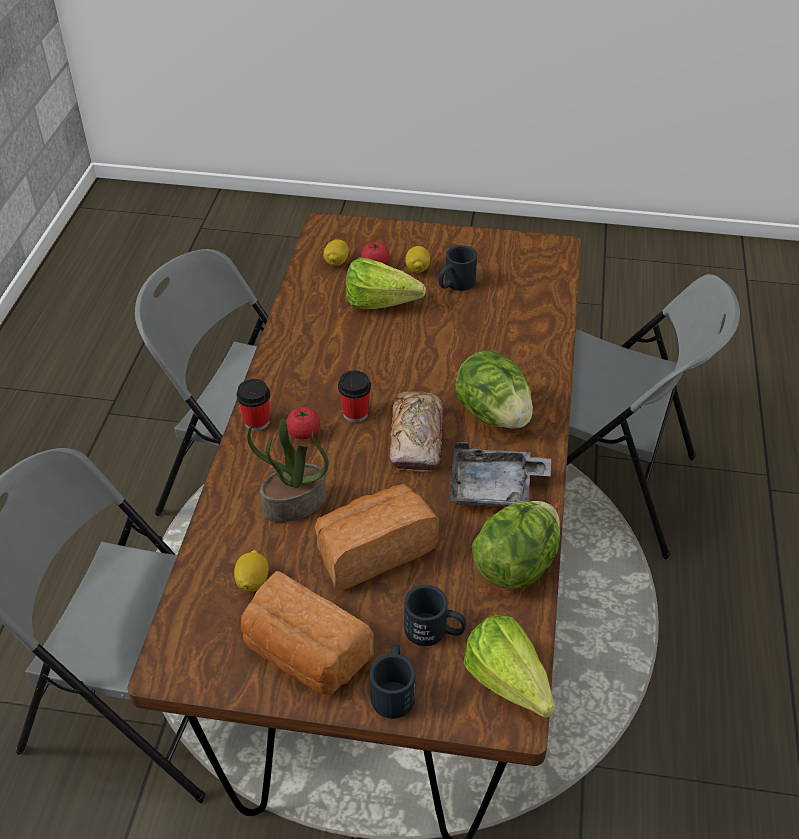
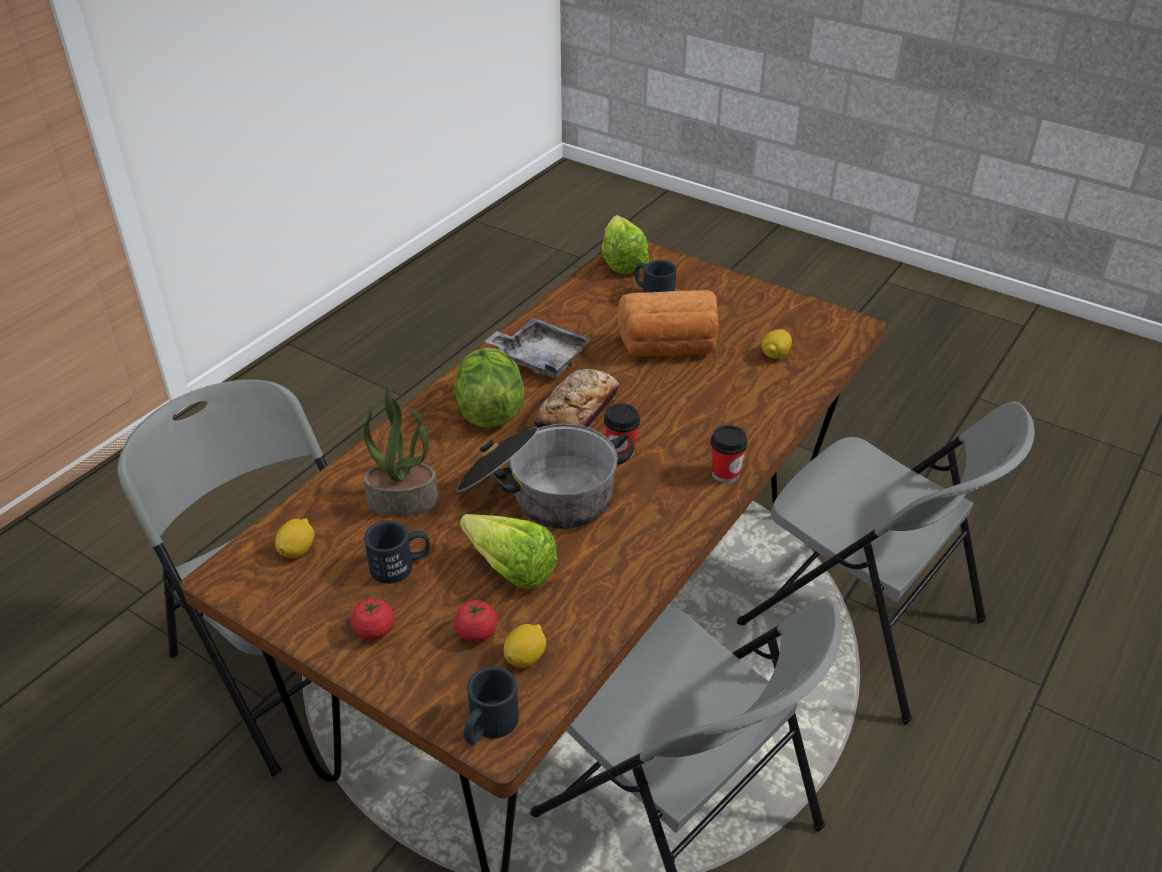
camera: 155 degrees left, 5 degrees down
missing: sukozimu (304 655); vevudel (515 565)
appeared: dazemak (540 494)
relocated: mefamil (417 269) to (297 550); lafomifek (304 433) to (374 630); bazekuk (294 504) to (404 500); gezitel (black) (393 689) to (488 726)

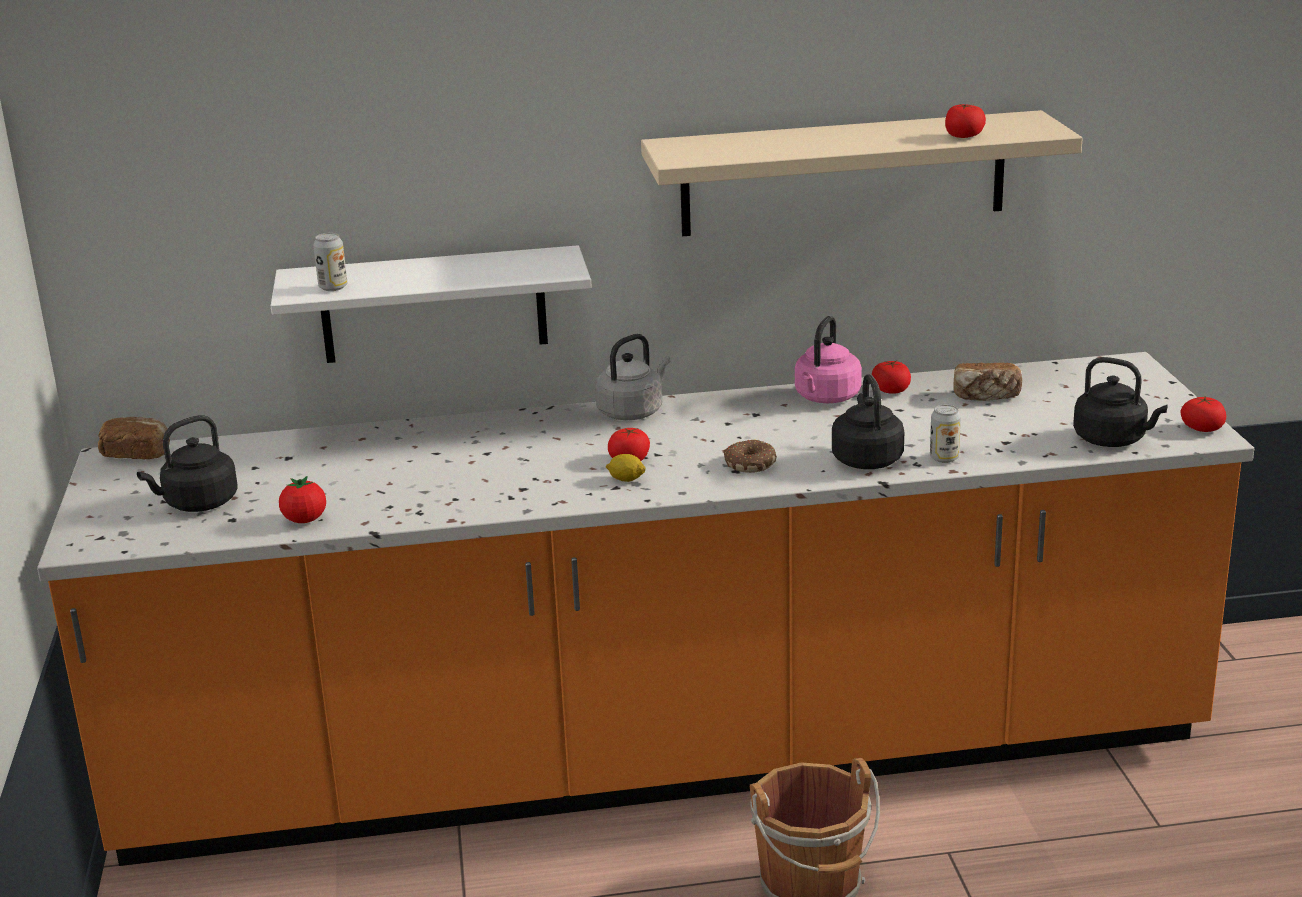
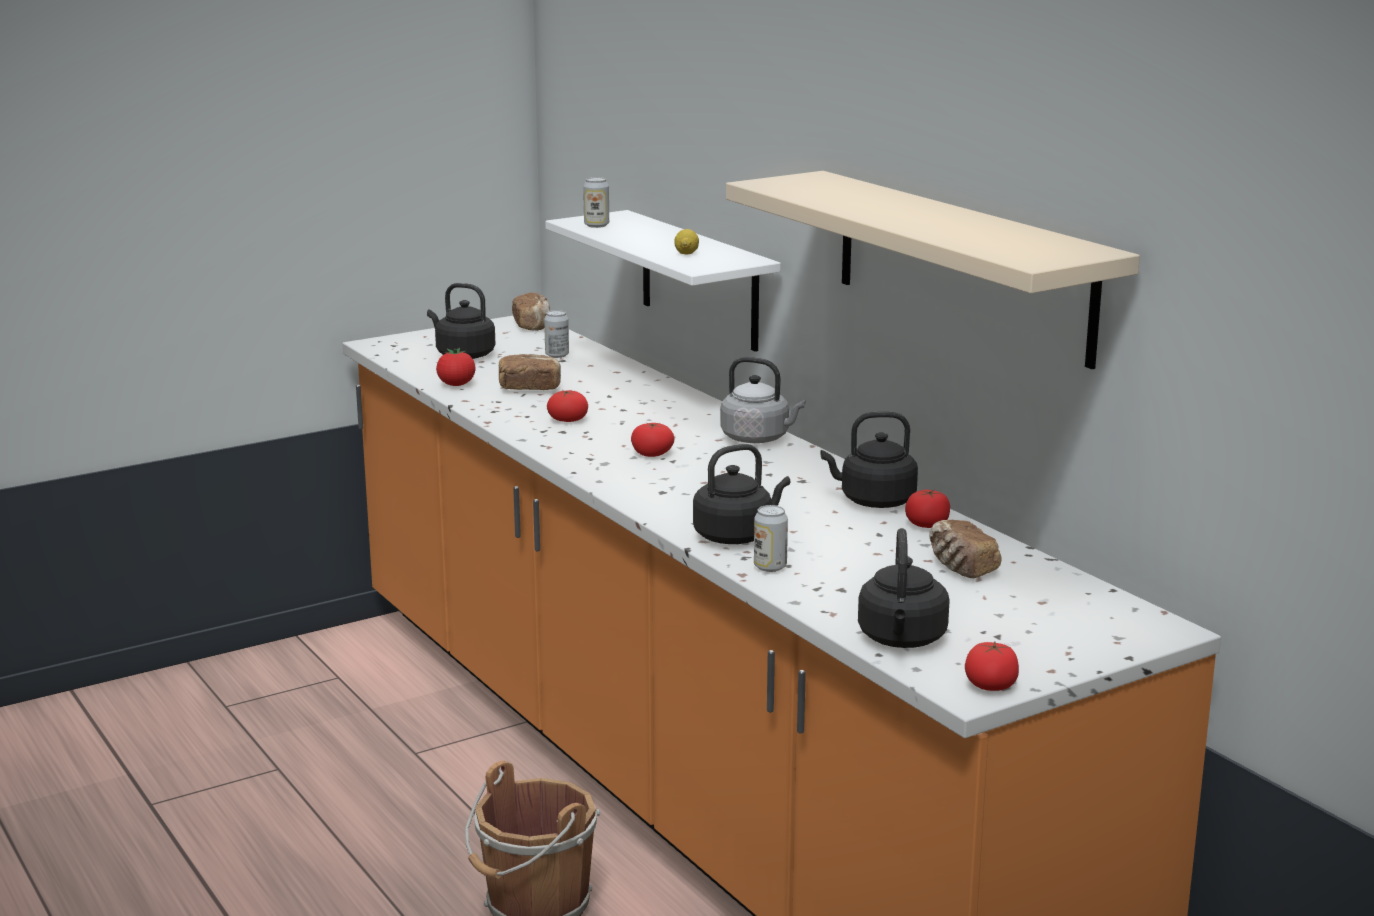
camera: 65 degrees right, 5 degrees down
missing: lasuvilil (749 464)
appeared: sukozimu (529 388); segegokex (557 355)
relocated: lafomifek (964 136) to (567 420); mefamil (626 479) to (686 253)
colour: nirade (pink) (826 398) to nirade (black) (873 501)

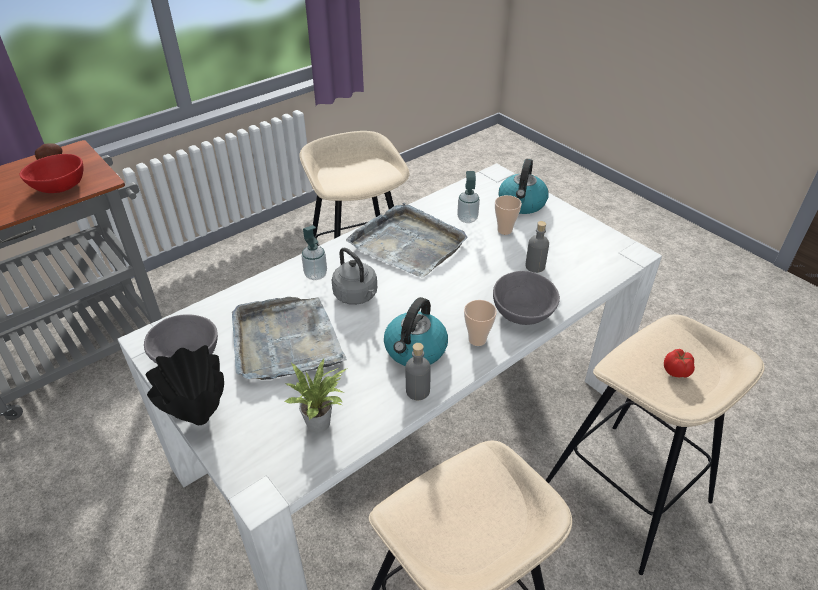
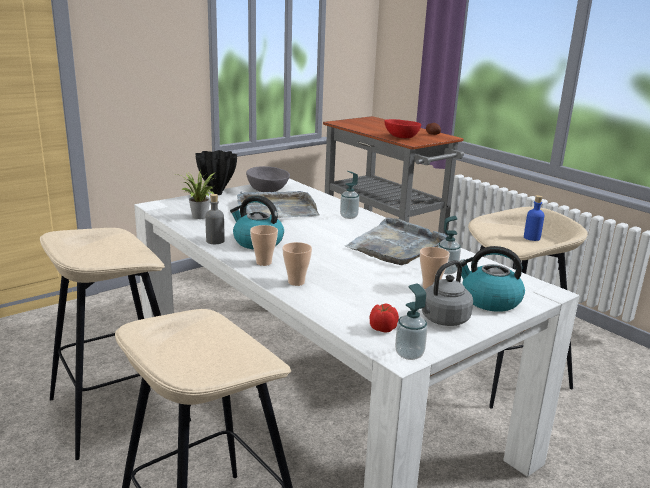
camera: 90 degrees right, 20 degrees down
missing: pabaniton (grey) (535 266)
appeared: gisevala (409 354); pabaniton (blue) (531 238)
relocated: lafomifek (676 371) to (382 328); nirade (grey) (357 296) to (443 320)
exchanged: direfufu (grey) (521 312) to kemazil (296 282)

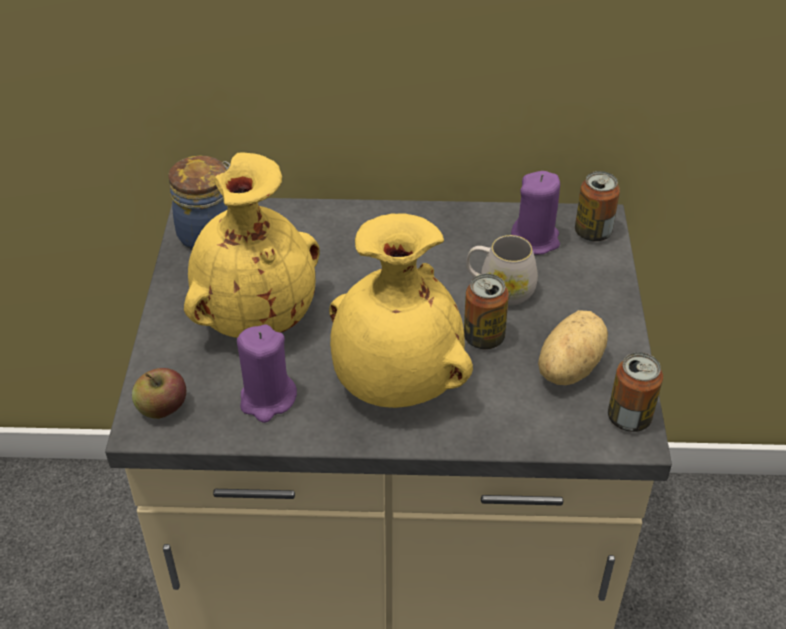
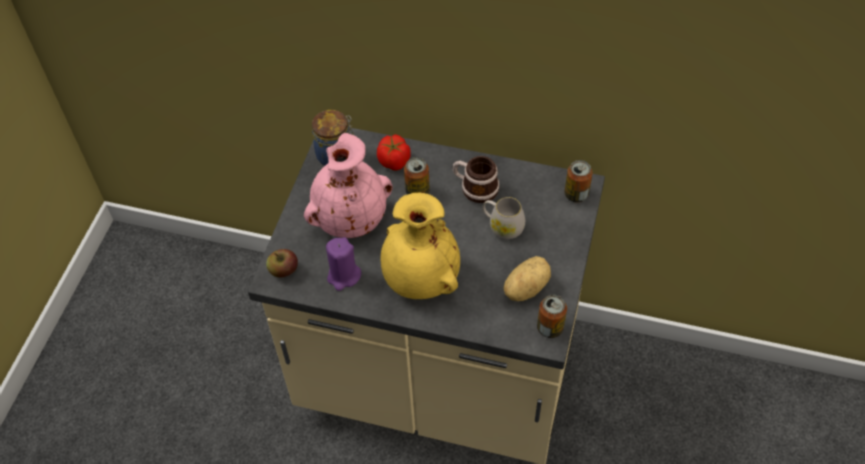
camera: 15 degrees right, 10 degrees up
missing: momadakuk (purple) (535 240)
appeared: lafomifek (394 161); gezitel (475 187)
relocated: segegokex (483 337) to (417 191)
colour: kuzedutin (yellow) (255 316) to kuzedutin (pink) (350 218)

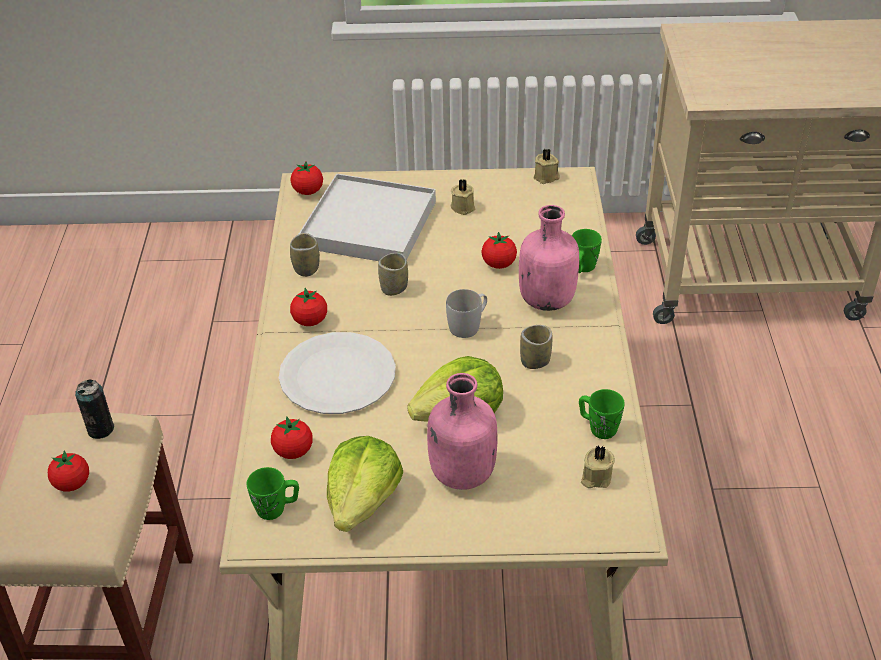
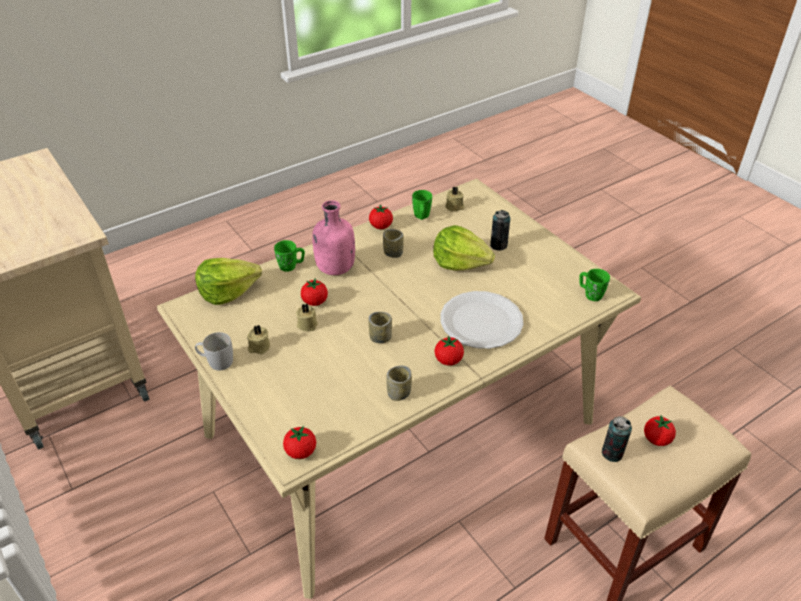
camera: 125 degrees left, 0 degrees up
missing: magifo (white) (369 225)
relocated: vevudel (363 501) to (227 291); gezitel (white) (469 325) to (216 361); momadakuk (beige) (546 177) to (307 324); lafomifek (293 451) to (381 226)
exchanged: pabaniton (pink) (461 474) to segegokex (498 245)

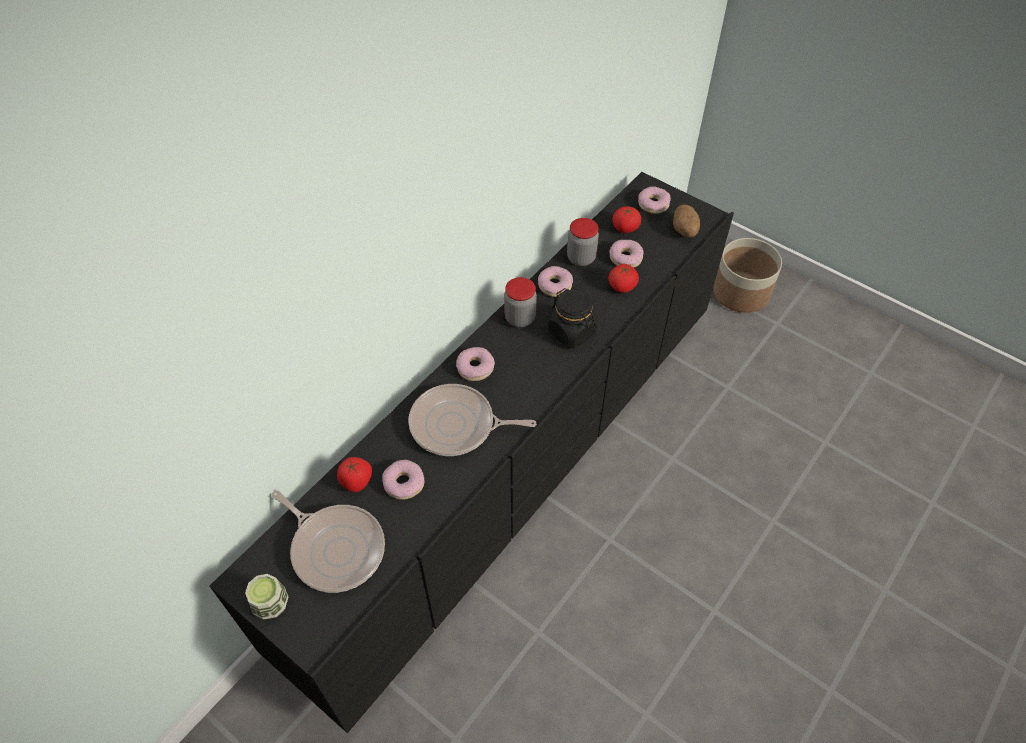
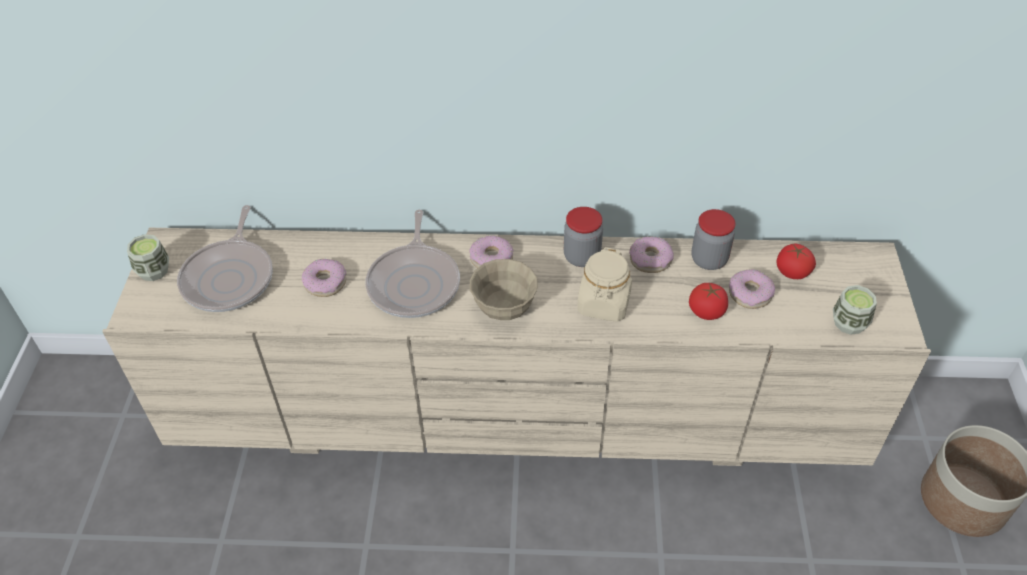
camera: 55 degrees right, 5 degrees down
missing: lafomifek (357 482); lasuvilil (653 204)
appeared: direfufu (beige) (504 309)
exchanged: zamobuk (684 231) to kemazil (849 323)
colour: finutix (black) (512 475) to finutix (beige) (515 423); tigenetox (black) (572 332) to tigenetox (beige) (604 304)
spun: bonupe (457 425) = (415 283) 150 degrees counterclockwise

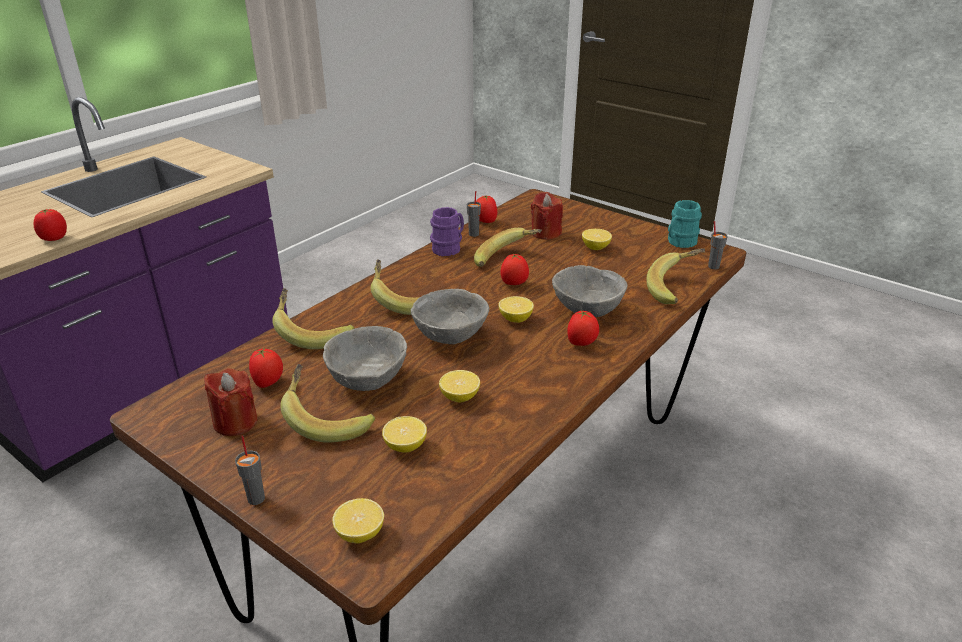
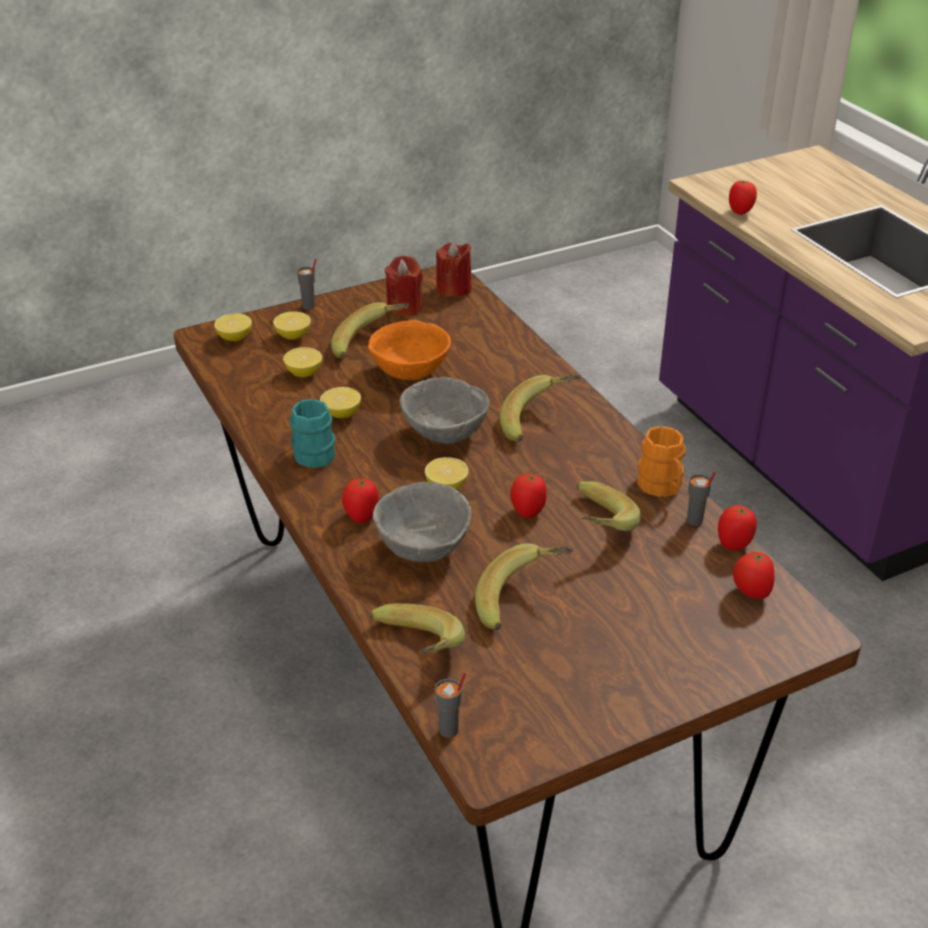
camera: 115 degrees right, 5 degrees up
relocated: mefamil (595 247) to (293 336); gezitel (turquoise) (679 242) to (313 451); momadakuk (red) (545 233) to (454 289); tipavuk (313 333) to (523 602); lafomifek (268 383) to (750 592)
colour: direfufu (grey) (368 379) to direfufu (orange) (410 373); gezitel (purple) (449 247) to gezitel (orange) (662 487)

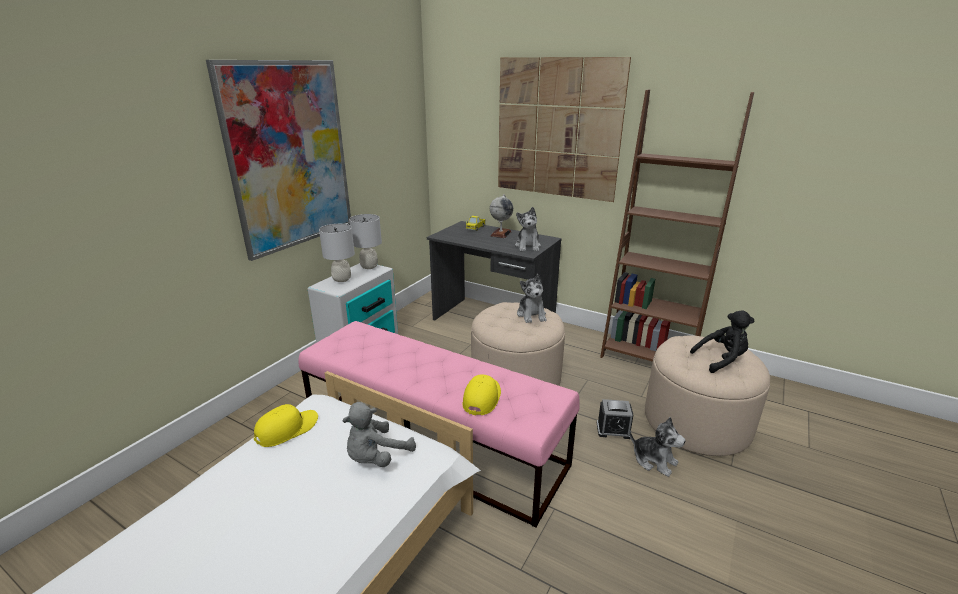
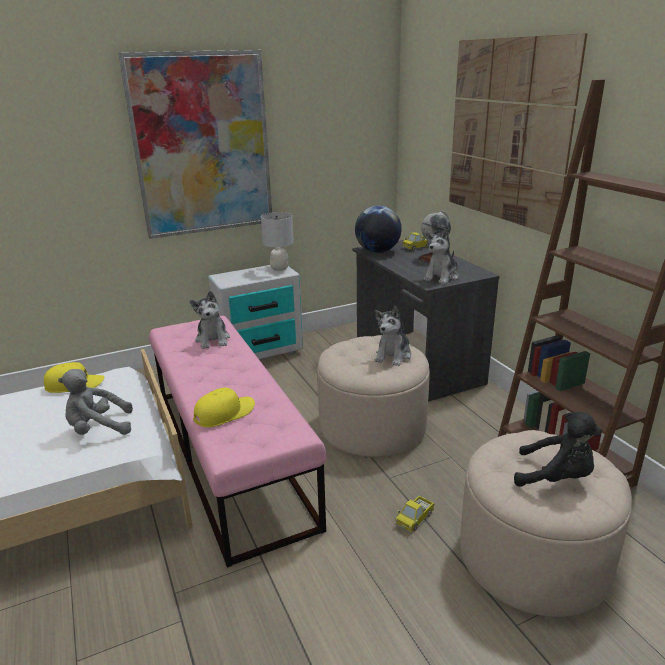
camera: 35 degrees right, 0 degrees up
missing: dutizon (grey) (342 280)
appeared: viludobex (378 251)
relocated: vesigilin (654 460) to (213 339)
exchanged: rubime (613 430) to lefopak (414 519)

